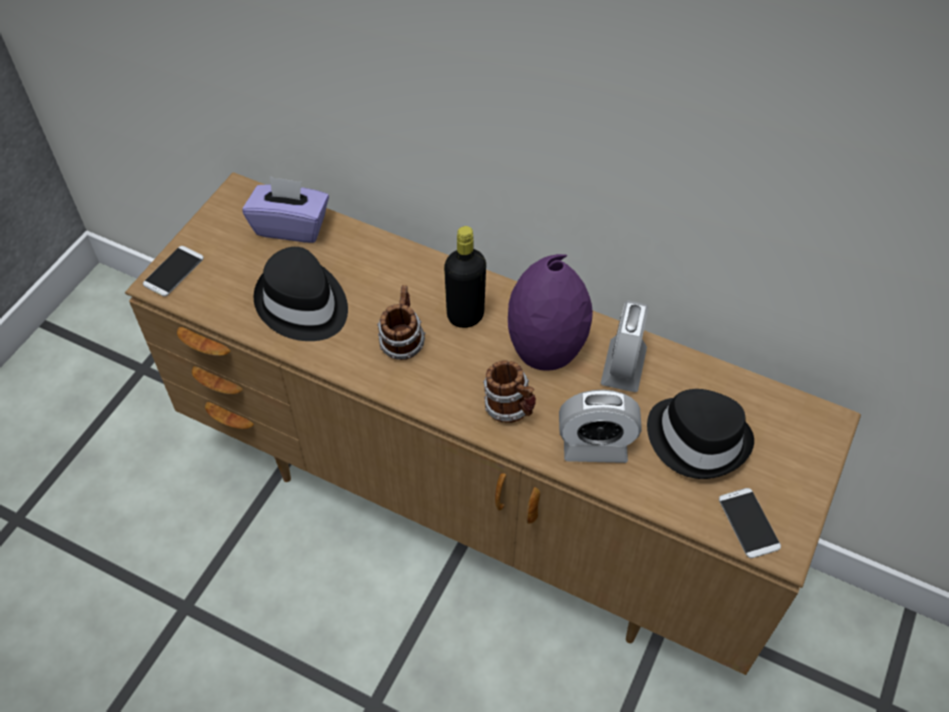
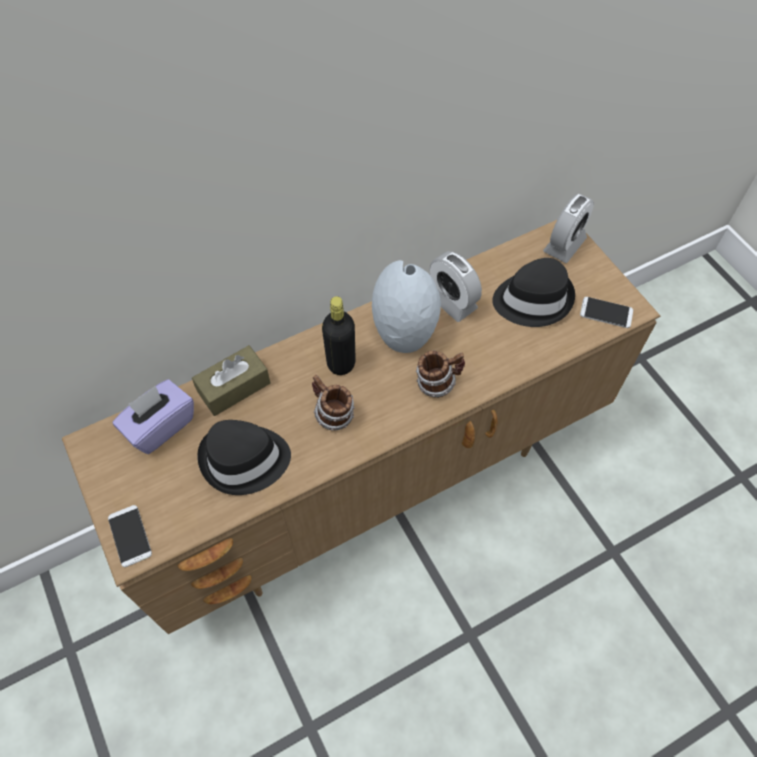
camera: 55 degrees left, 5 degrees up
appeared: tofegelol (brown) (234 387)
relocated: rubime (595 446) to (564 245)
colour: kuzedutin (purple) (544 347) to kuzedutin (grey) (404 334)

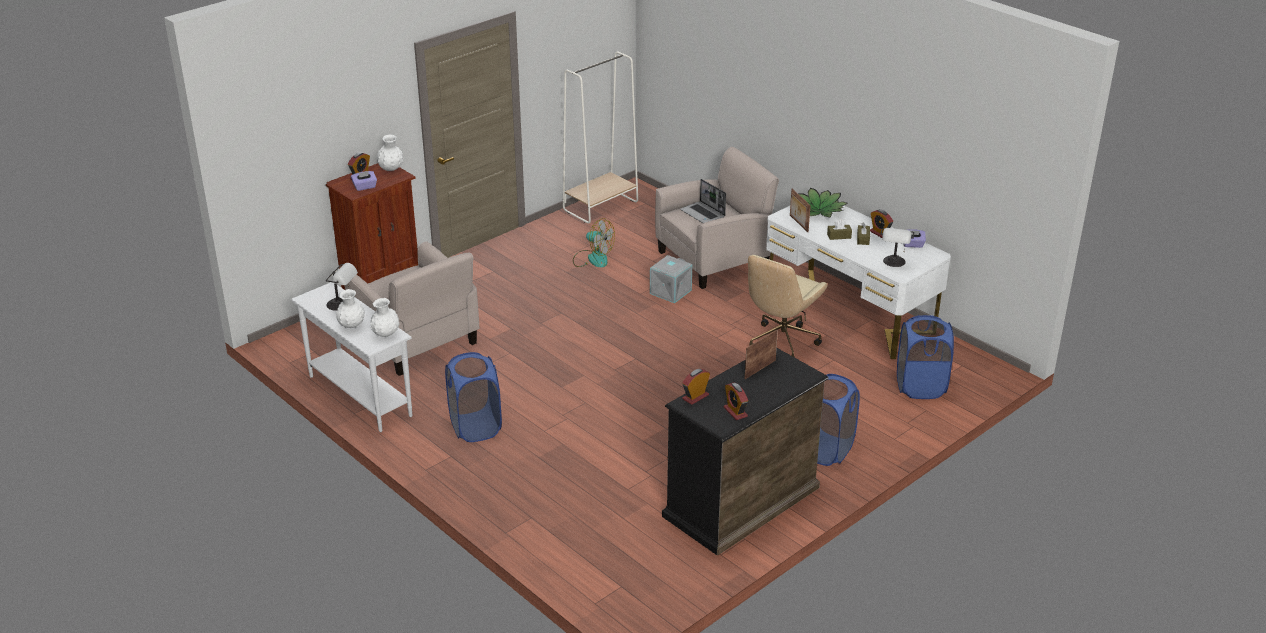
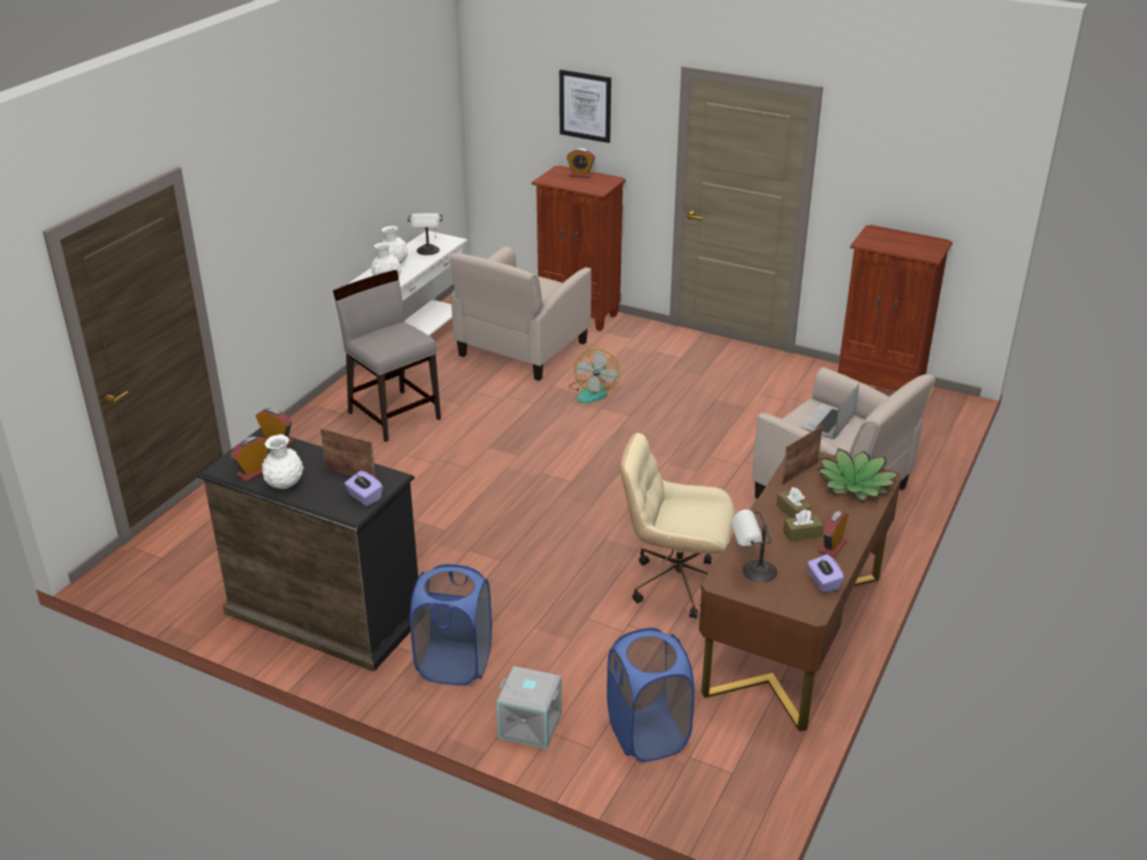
camera: 70 degrees right, 0 degrees up
appeared: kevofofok (585 106)
relocated: kuzedutin (white) (391 169) to (284 485); tofegelol (purple) (365 187) to (364 497); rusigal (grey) (670 291) to (531 724); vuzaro (592 258) to (593 392)
exchanged: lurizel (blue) (475 427) to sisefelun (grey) (394 415); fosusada (600 207) to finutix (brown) (879 389)
colour: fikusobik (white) (849 312) to fikusobik (brown) (794 633)

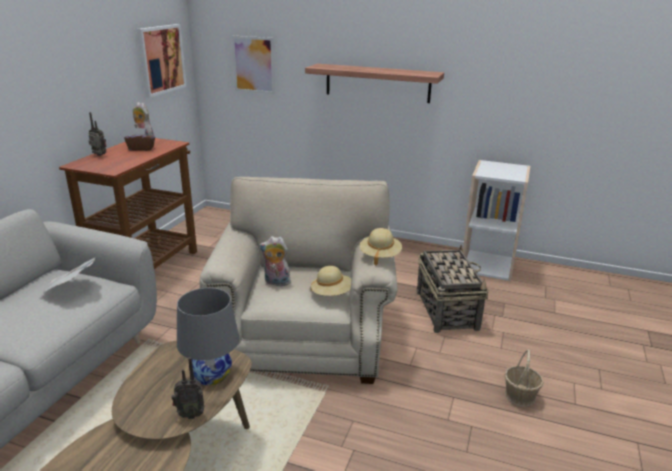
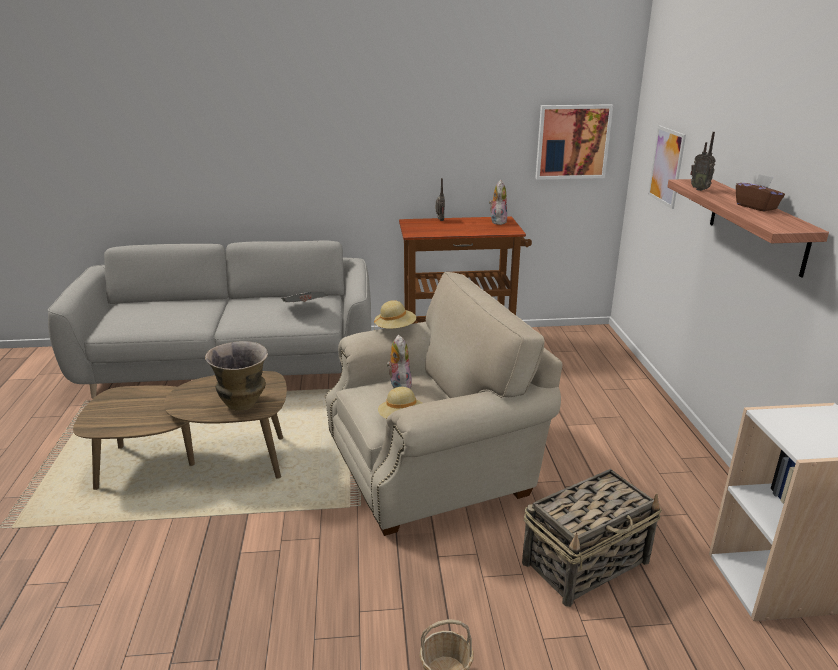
camera: 65 degrees right, 0 degrees up
relocated: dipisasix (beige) (380 255) to (395 328); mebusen (190 414) to (700 189); tofegelol (brown) (141 148) to (756 207)
exchanged: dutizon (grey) (211 375) to kuzedutin (243 403)

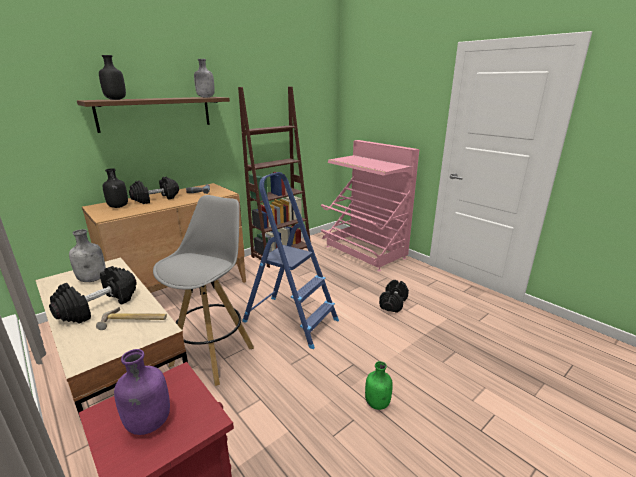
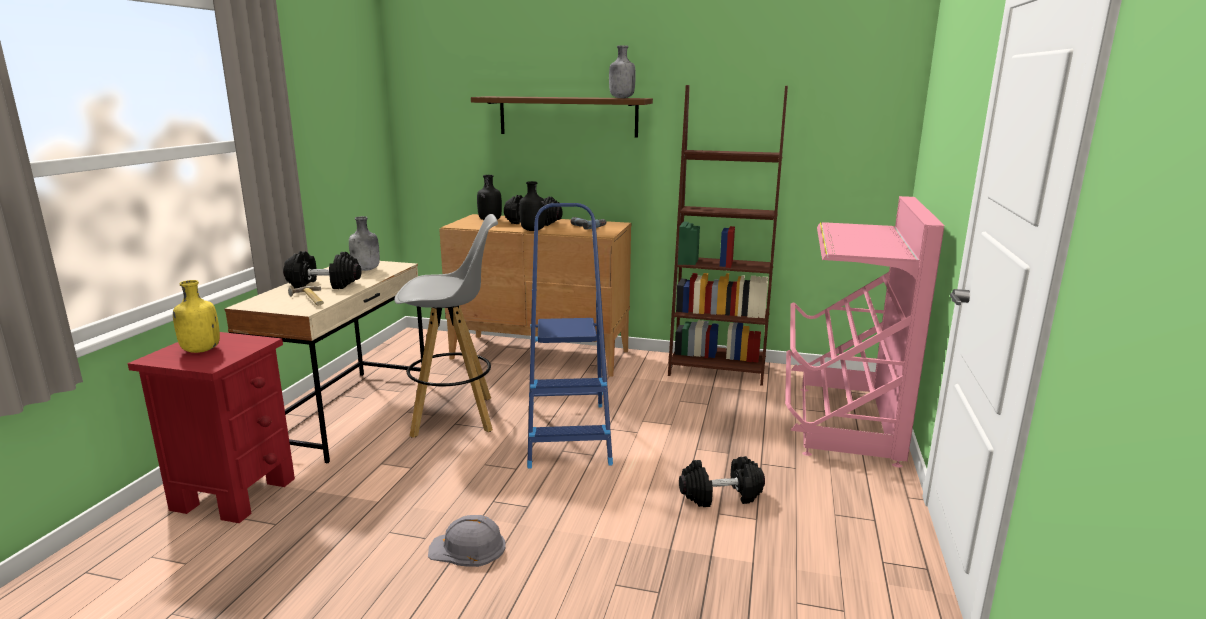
camera: 55 degrees right, 5 degrees down
relocated: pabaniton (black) (116 99) to (533 230)
exchanged: pabaniton (green) (378 403) to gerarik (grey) (468 548)
colour: pabaniton (purple) (148 423) to pabaniton (yellow) (200 350)

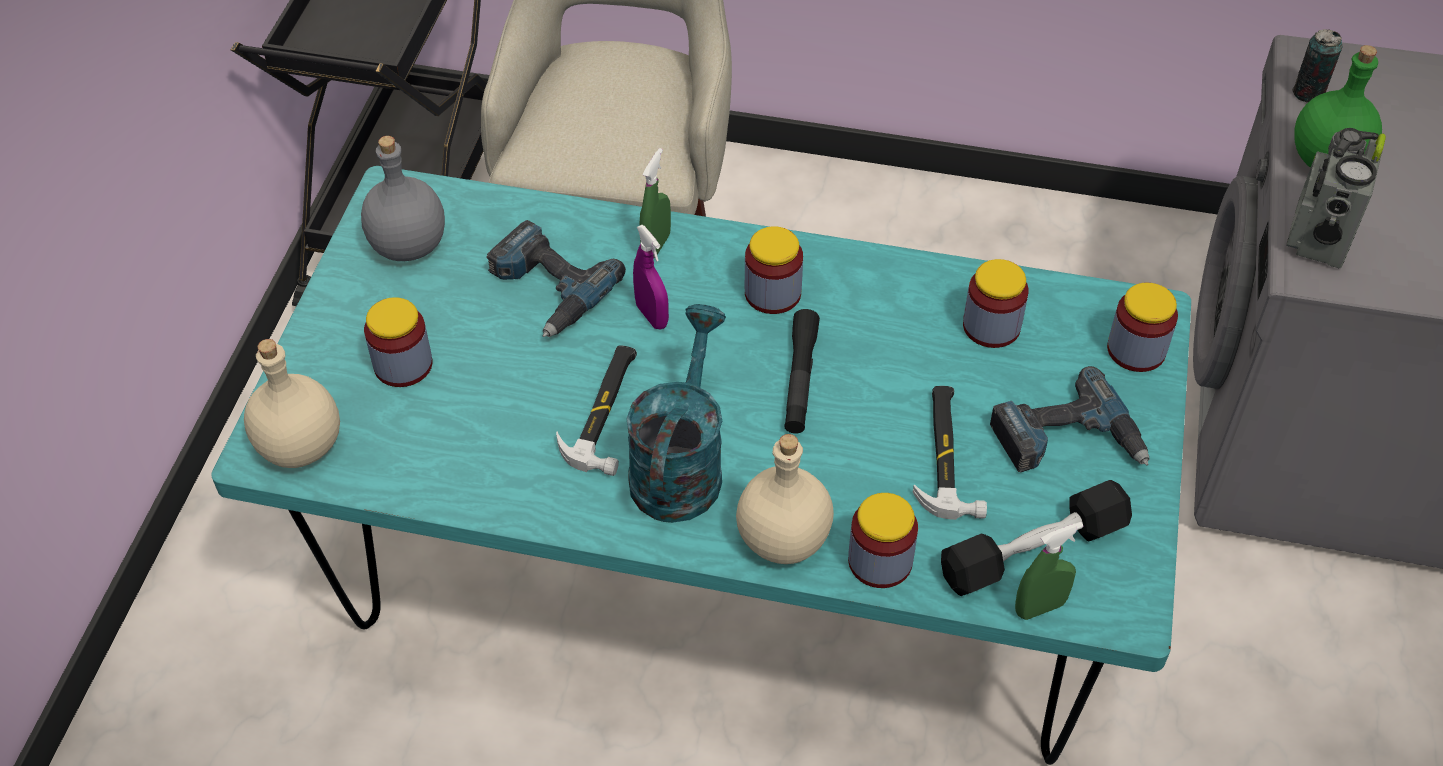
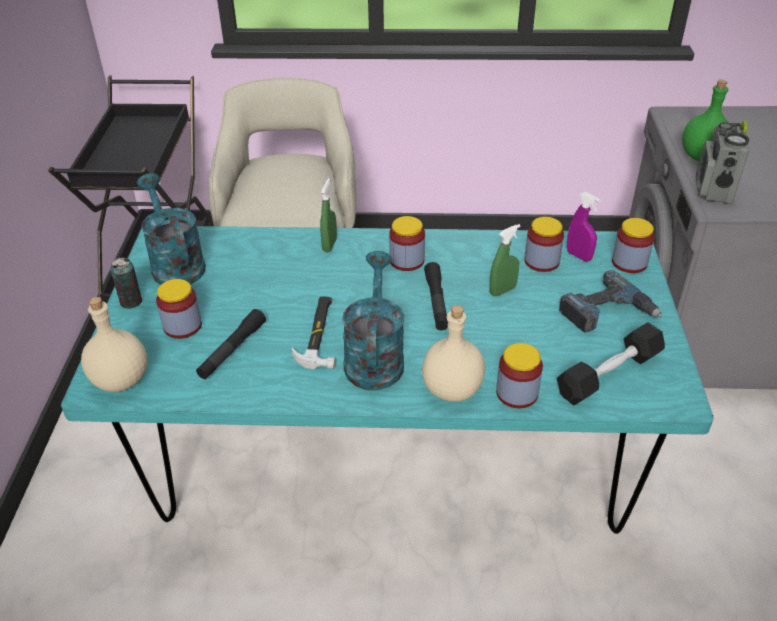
camera: 10 degrees left, 10 degrees down
missing: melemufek (547 288); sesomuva (947 455)
appeared: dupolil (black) (232 350)
relocated: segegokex (1308 93) to (131 302); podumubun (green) (1040 607) to (502 291); podumubun (purple) (652 316) to (578 256)
exchanged: pabaniton (grey) (408 247) to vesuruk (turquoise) (175 263)

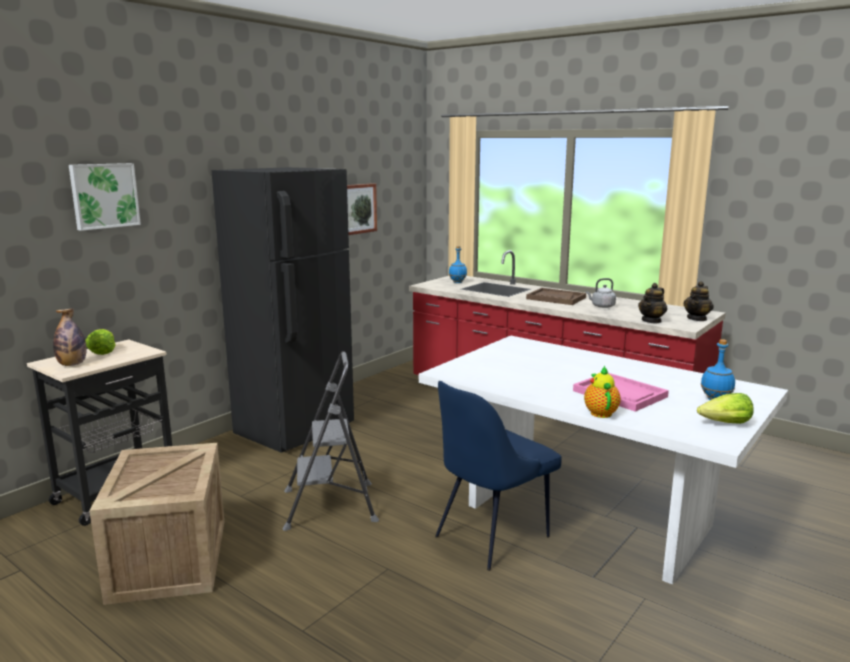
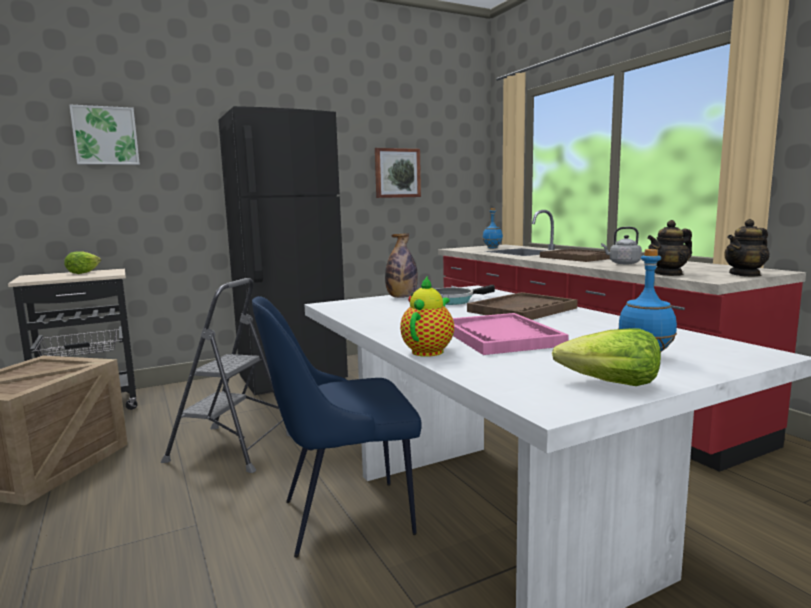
camera: 25 degrees right, 5 degrees down
appeared: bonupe (453 300); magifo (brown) (522 310)
relocated: pabaniton (72 364) to (401 297)

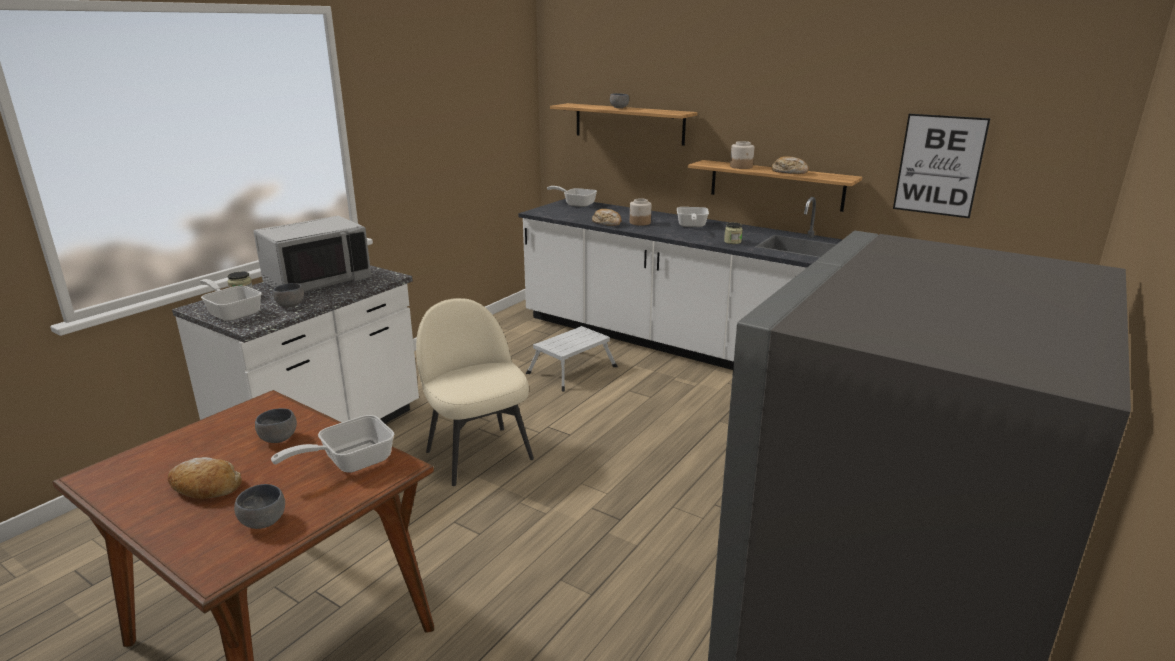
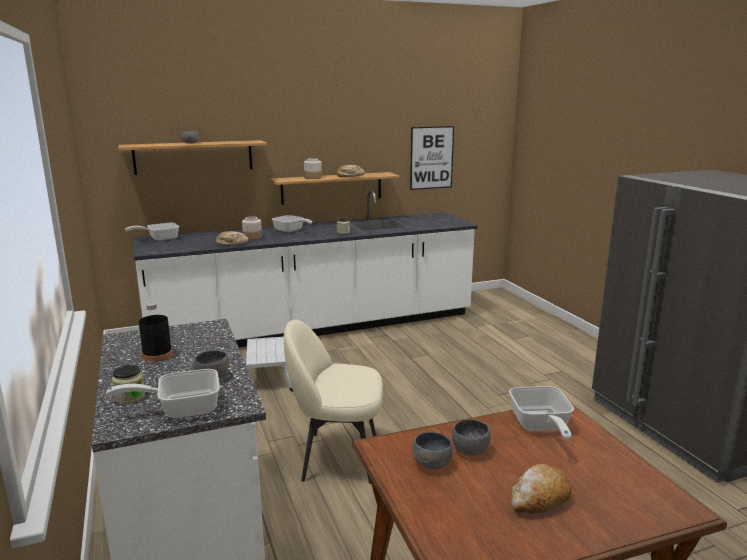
camera: 55 degrees left, 5 degrees down
relocated: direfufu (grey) (265 522) to (433 464)
exchanged: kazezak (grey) (317 280) to pabaniton (black) (157 355)

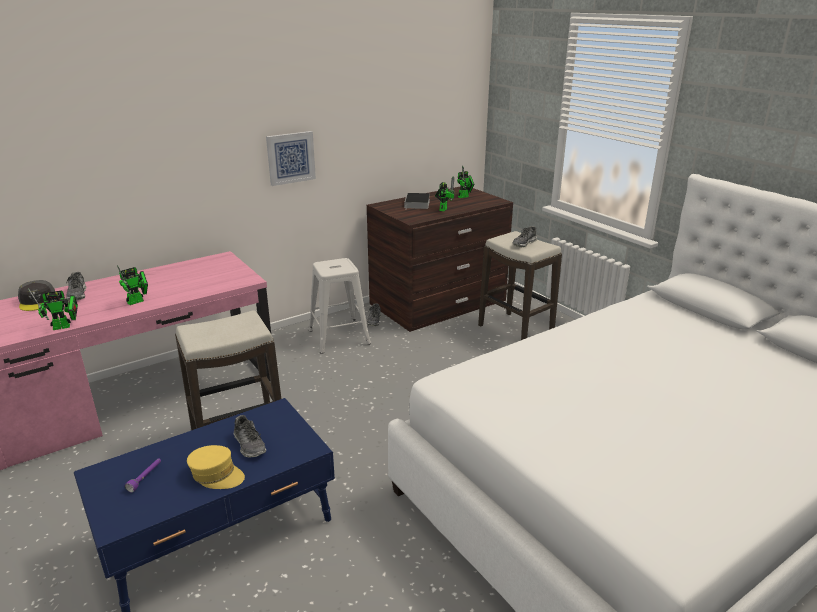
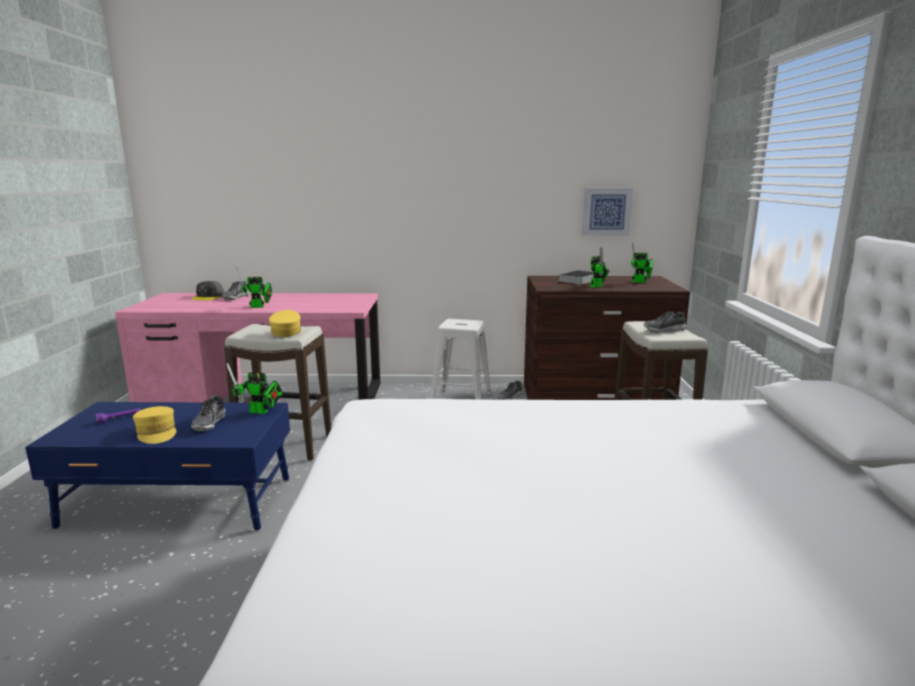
camera: 35 degrees right, 10 degrees down
appeared: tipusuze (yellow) (286 332)
relocated: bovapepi (64 326) to (261 412); kevofofok (290 158) to (606 211)

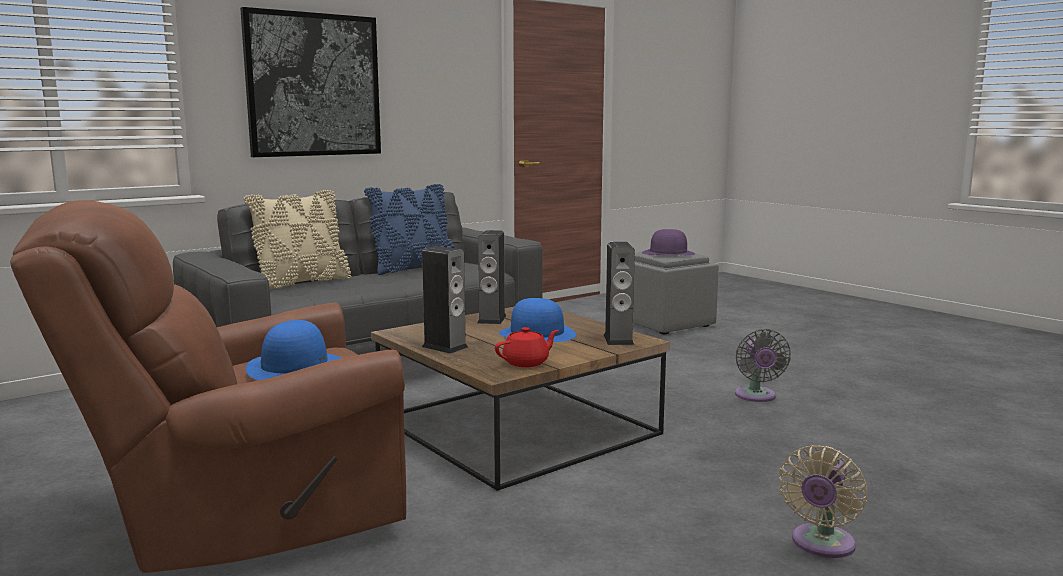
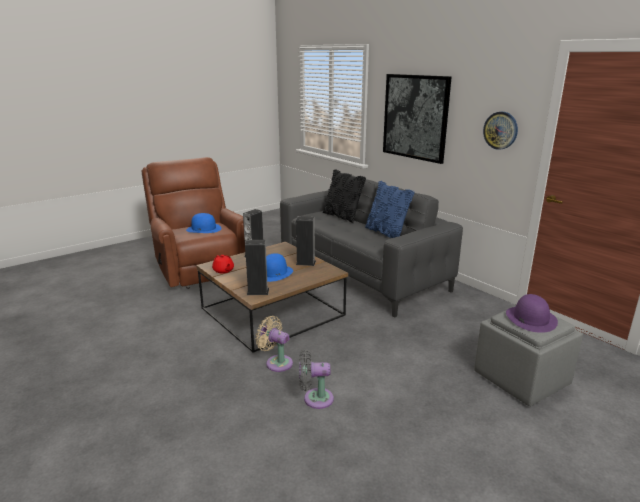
camera: 90 degrees right, 10 degrees up
appeared: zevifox (500 130)
relocated: vuzaro (beige) (821 545) to (277 362)
colour: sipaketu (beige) (302 283) to sipaketu (black) (342 216)

